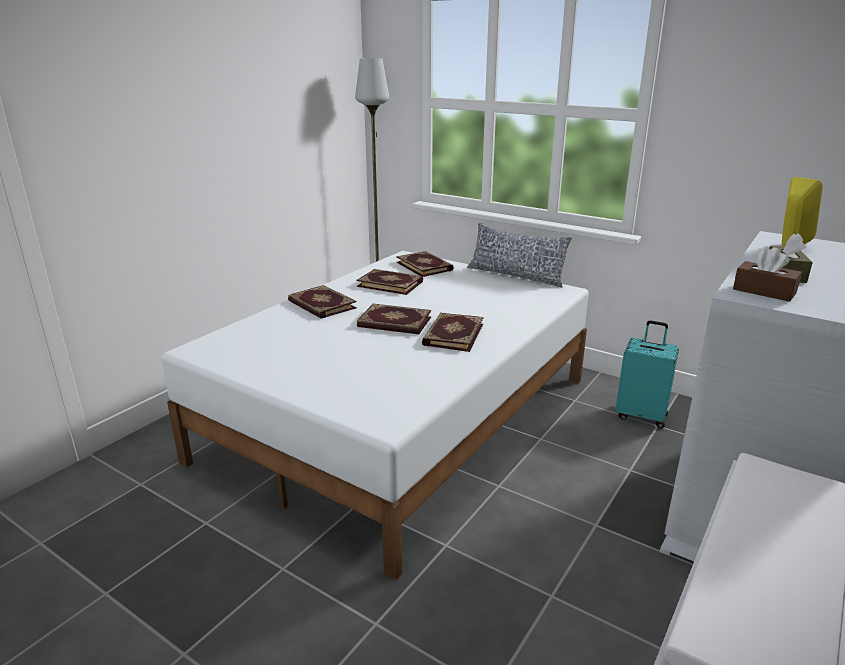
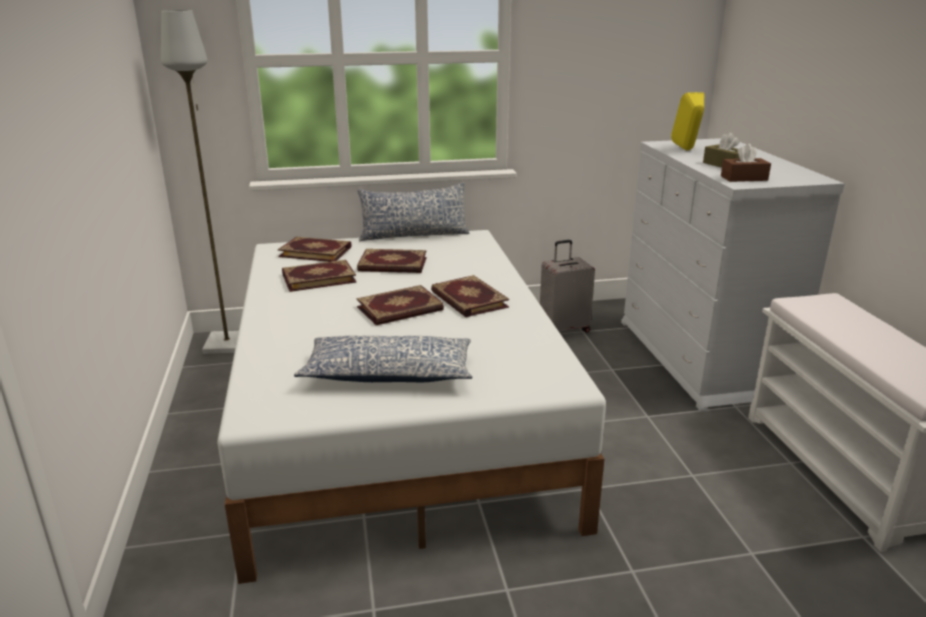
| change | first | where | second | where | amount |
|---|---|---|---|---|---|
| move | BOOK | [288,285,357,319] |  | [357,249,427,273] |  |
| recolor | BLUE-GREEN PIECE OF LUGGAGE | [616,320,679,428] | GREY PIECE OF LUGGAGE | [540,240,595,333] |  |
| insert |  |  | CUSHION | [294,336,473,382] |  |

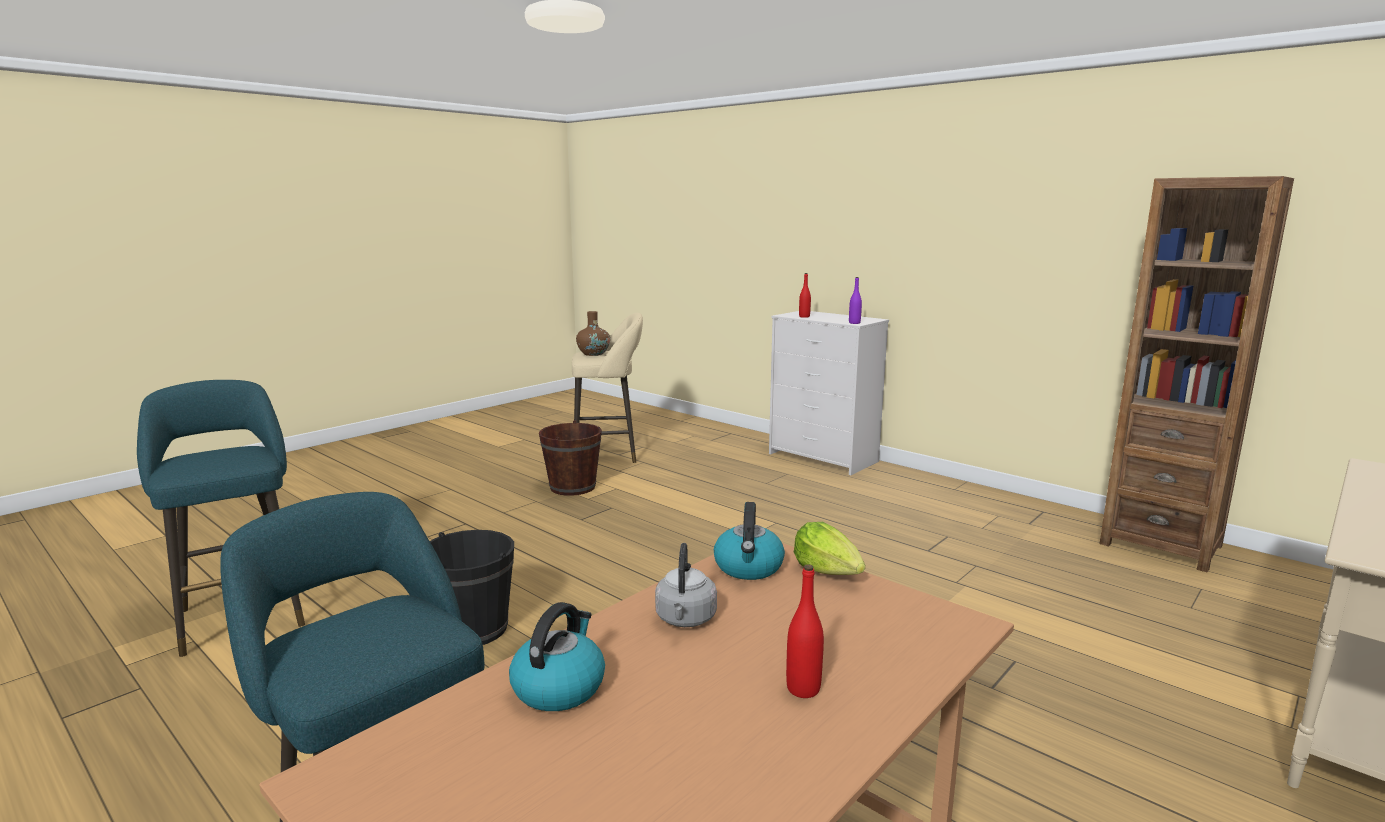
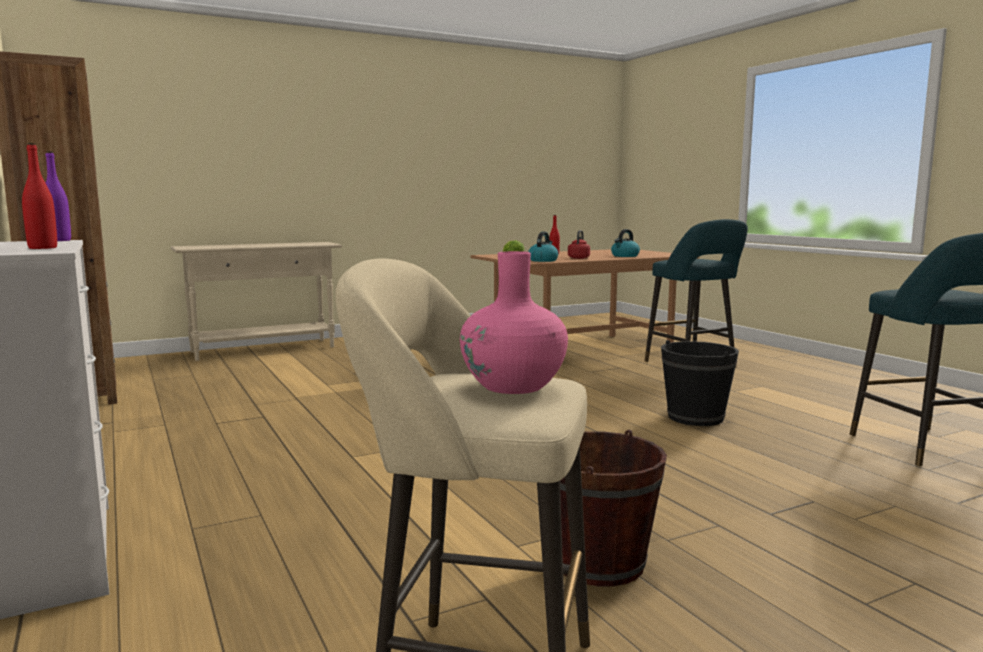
| change | first | where | second | where | amount |
|---|---|---|---|---|---|
| recolor | BROWN VASE | [576,311,610,356] | PINK VASE | [460,251,568,394] |  |
| recolor | GREY WATER KETTLE | [655,543,717,627] | REDDISH WATER KETTLE | [568,230,590,259] |  |

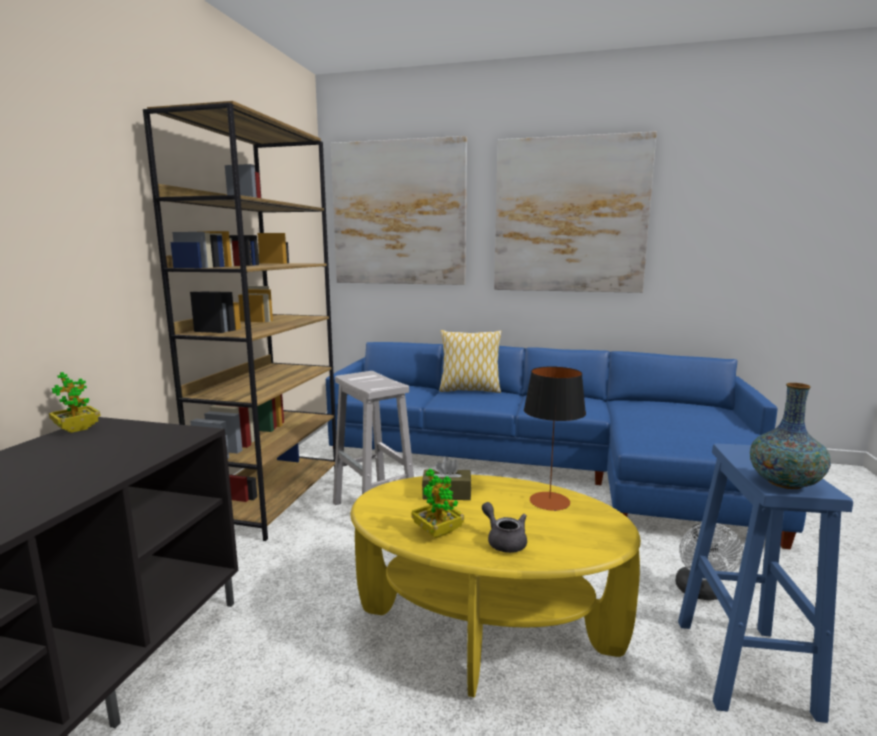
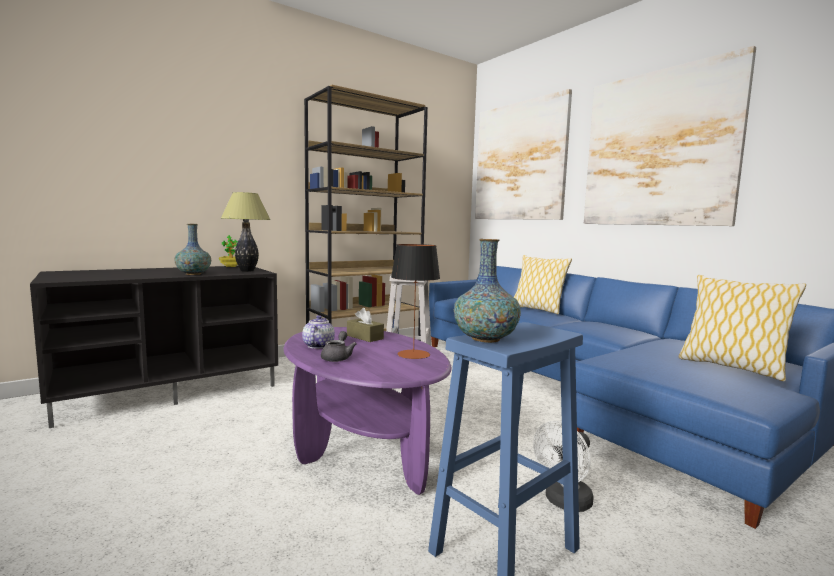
| change | first | where | second | where | amount |
|---|---|---|---|---|---|
| recolor | YELLOW COFFEE TABLE | [351,475,641,698] | PURPLISH COFFEE TABLE | [284,327,451,495] |  |
| replace | HOUSEPLANT | [411,469,464,538] | TEAPOT | [302,315,335,349] |  |
| insert |  |  | VASE | [174,224,211,275] |  |
| insert |  |  | TABLE LAMP | [220,192,271,272] |  |
| insert |  |  | CUSHION | [679,275,806,381] |  |

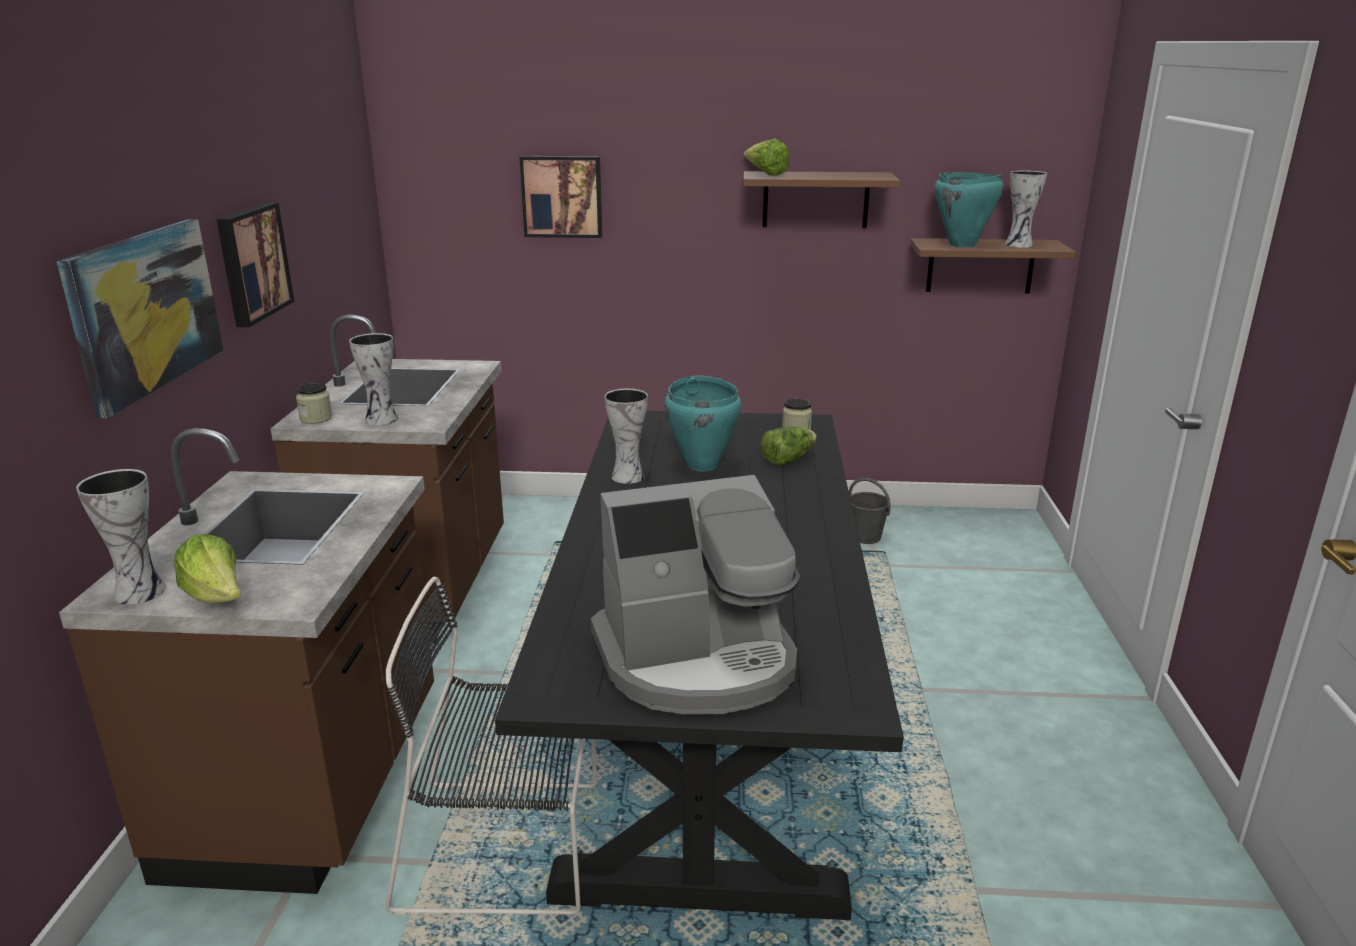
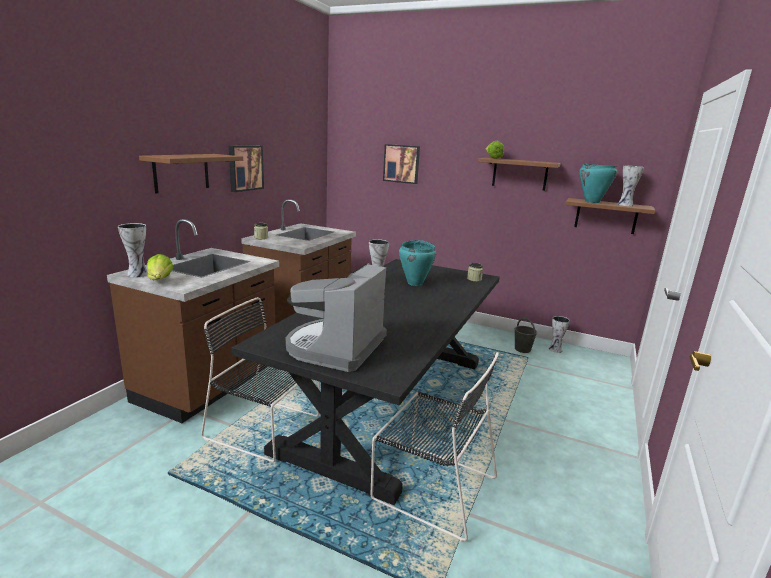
| change | first | where | second | where | amount |
|---|---|---|---|---|---|
| replace | WALL ART | [57,219,224,419] | BROWN BRACKET SHELF | [139,154,243,193] |  |
| move | VASE | [349,333,398,426] |  | [549,316,570,353] |  |
| rotate | COFFEE MAKER | [591,475,800,715] |  | [286,263,387,372] | 105 degrees clockwise |
| delete | LETTUCE | [761,427,817,466] |  |  |  |
| insert |  |  | BLACK UPRIGHT CHAIR | [370,352,499,542] |  |

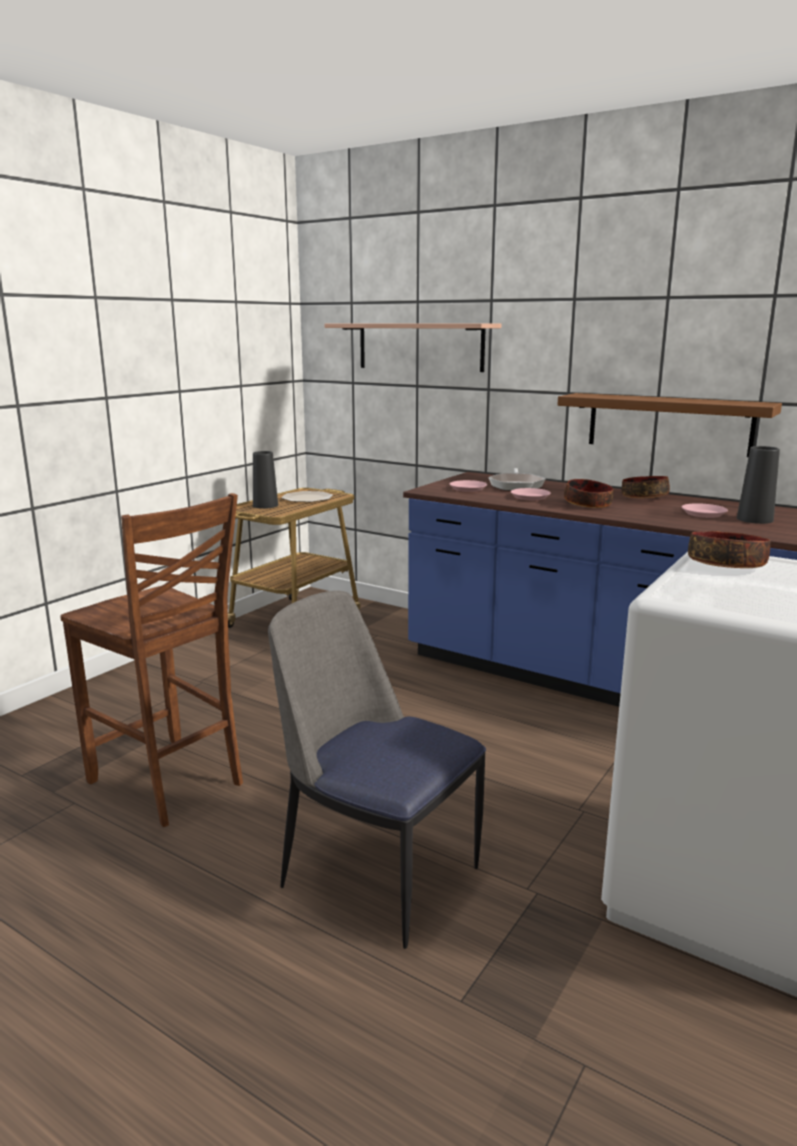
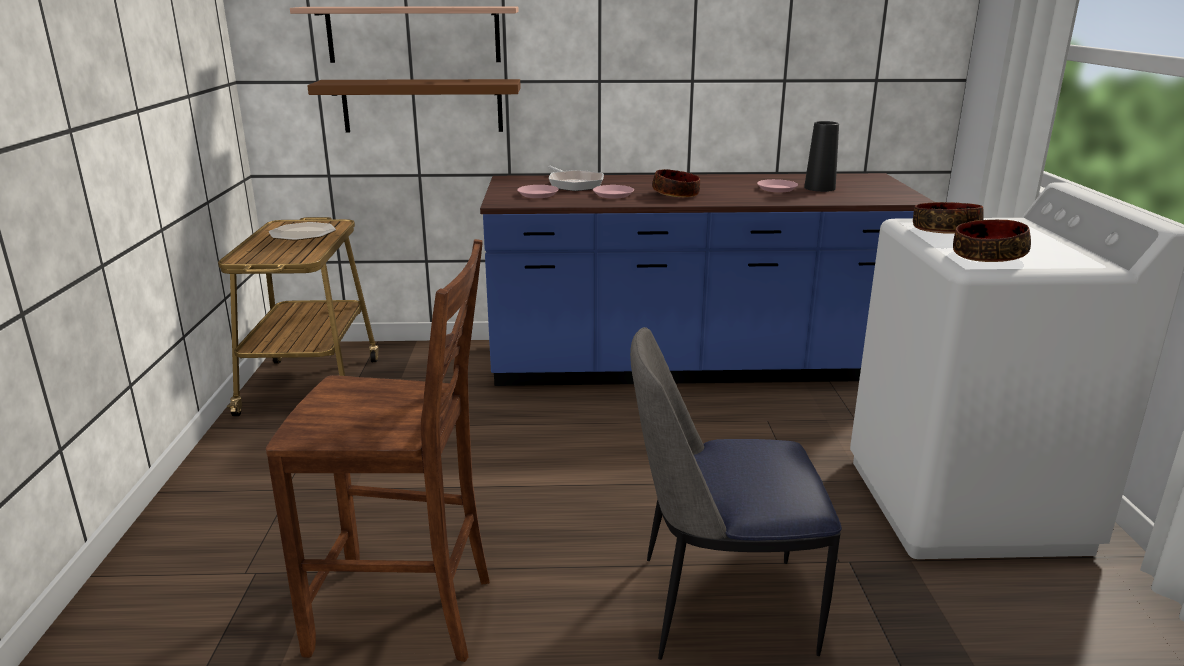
| change | first | where | second | where | amount |
|---|---|---|---|---|---|
| delete | BLACK VASE | [253,451,278,509] |  |  |  |
| move | BROWN BRACKET SHELF | [557,393,782,457] |  | [307,79,521,132] |  |
| move | DEEP DISH | [622,476,670,498] |  | [953,219,1031,262] |  |

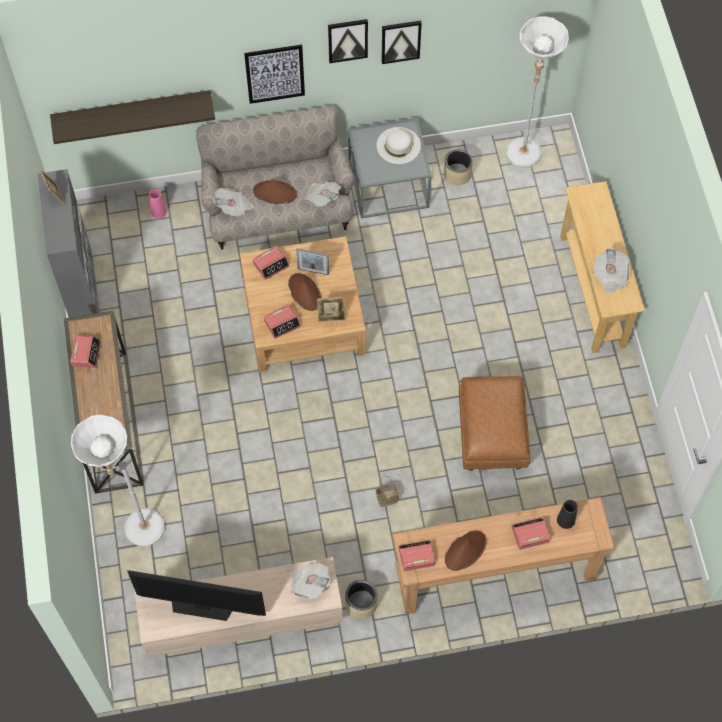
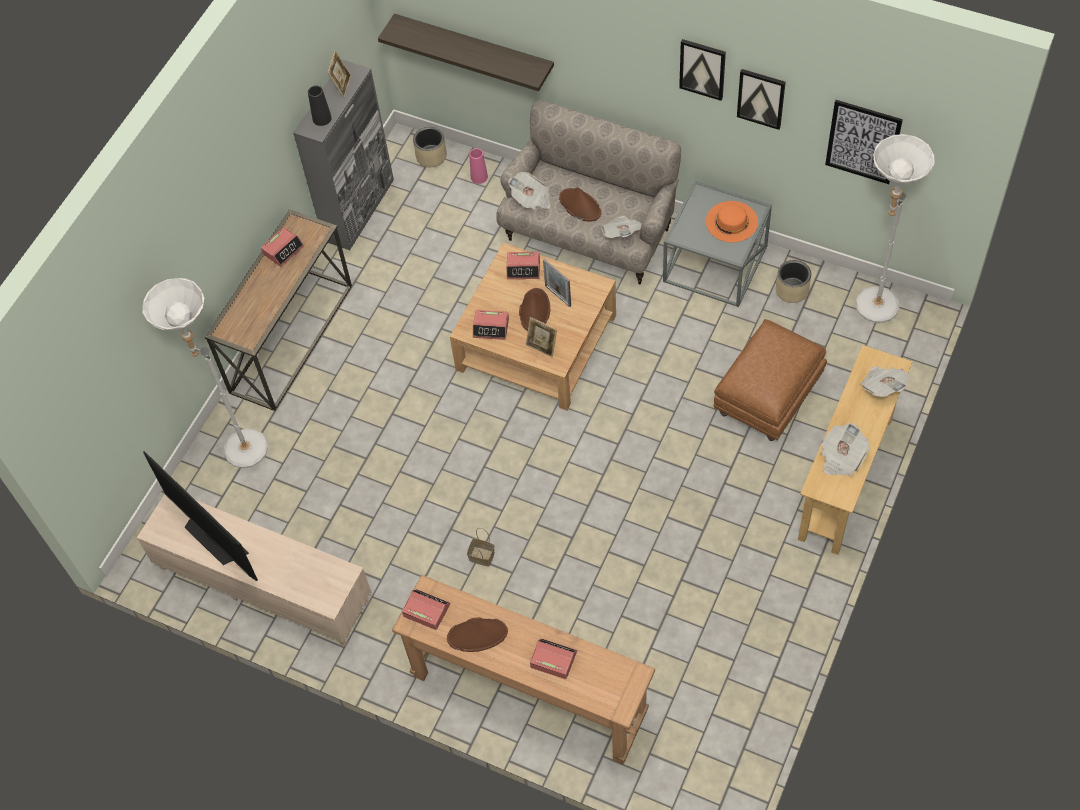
| change | first | where | second | where | amount |
|---|---|---|---|---|---|
| move | WALL ART | [244,45,305,104] |  | [825,100,903,184] |  |
| move | DAILY PAPER | [291,562,330,600] |  | [860,366,911,397] |  |
| move | SAND-COLOURED FLOWER POT | [345,580,378,619] |  | [413,127,447,167] |  |
| recolor | WHITISH HAT | [377,127,421,164] | ORANGE-COLOURED HAT | [706,201,758,242] |  |
| move | BROWN FOOTREST | [459,376,530,471] |  | [713,319,827,441] |  |
| move | BLACK VASE | [557,500,578,529] |  | [308,86,332,126] |  |

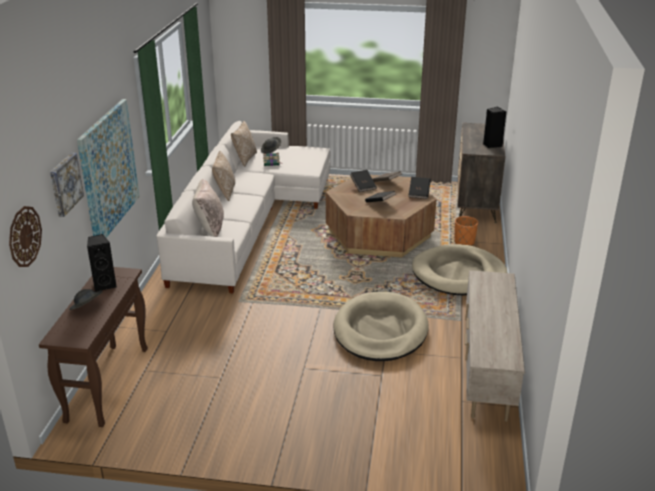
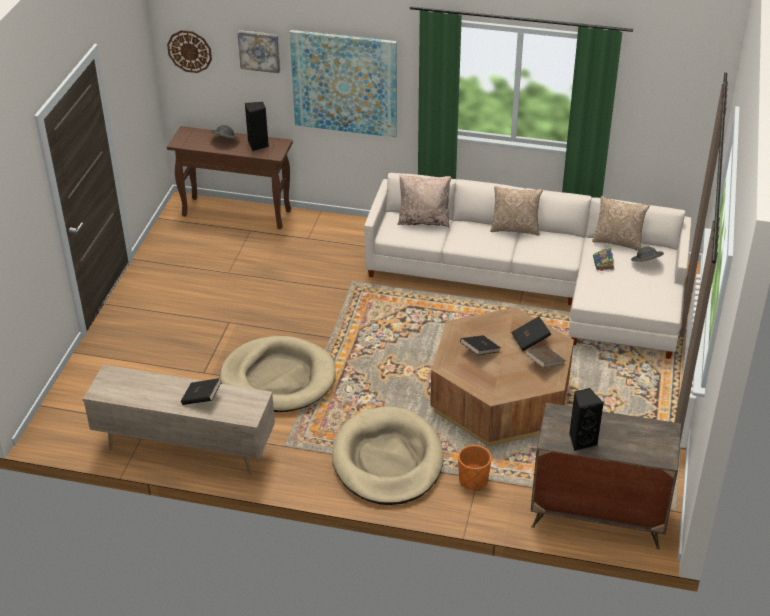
| change | first | where | second | where | amount |
|---|---|---|---|---|---|
| move | BLACK BOOK | [409,177,431,199] |  | [181,378,222,405] |  |

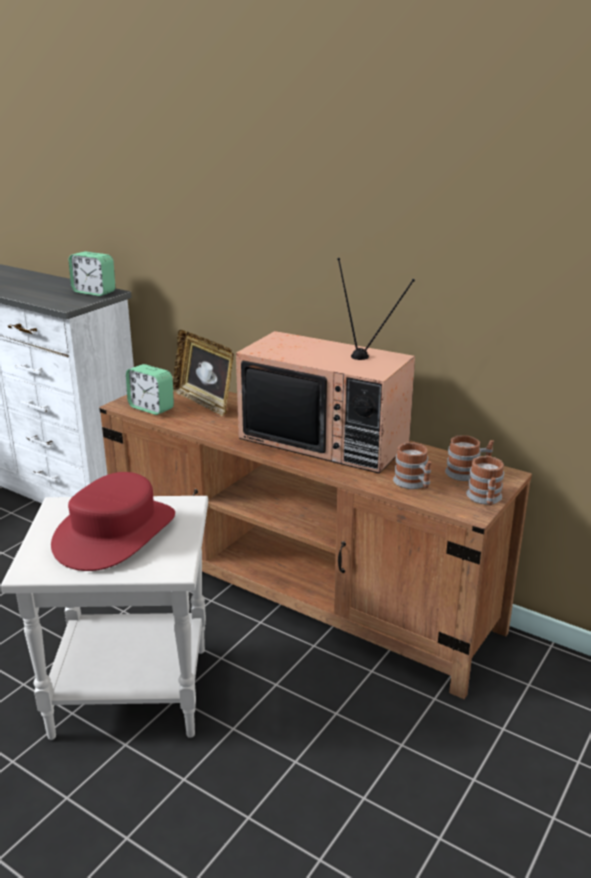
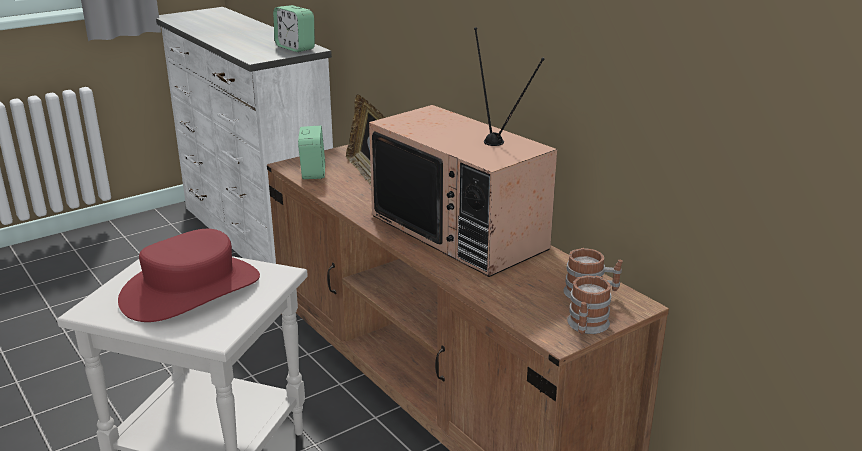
| change | first | where | second | where | amount |
|---|---|---|---|---|---|
| rotate | ALARM CLOCK | [126,364,174,415] |  | [298,126,325,179] | 150 degrees counterclockwise |
| delete | MUG | [393,442,431,489] |  |  |  |

